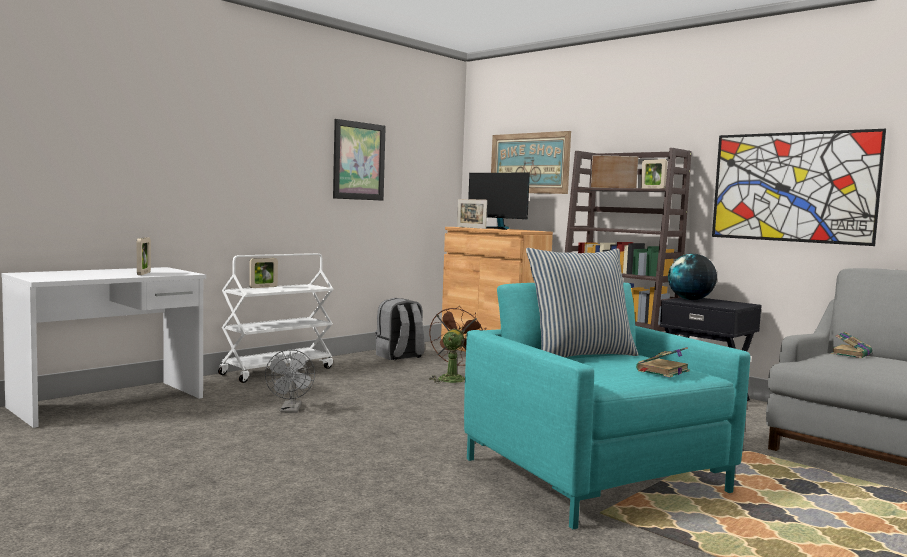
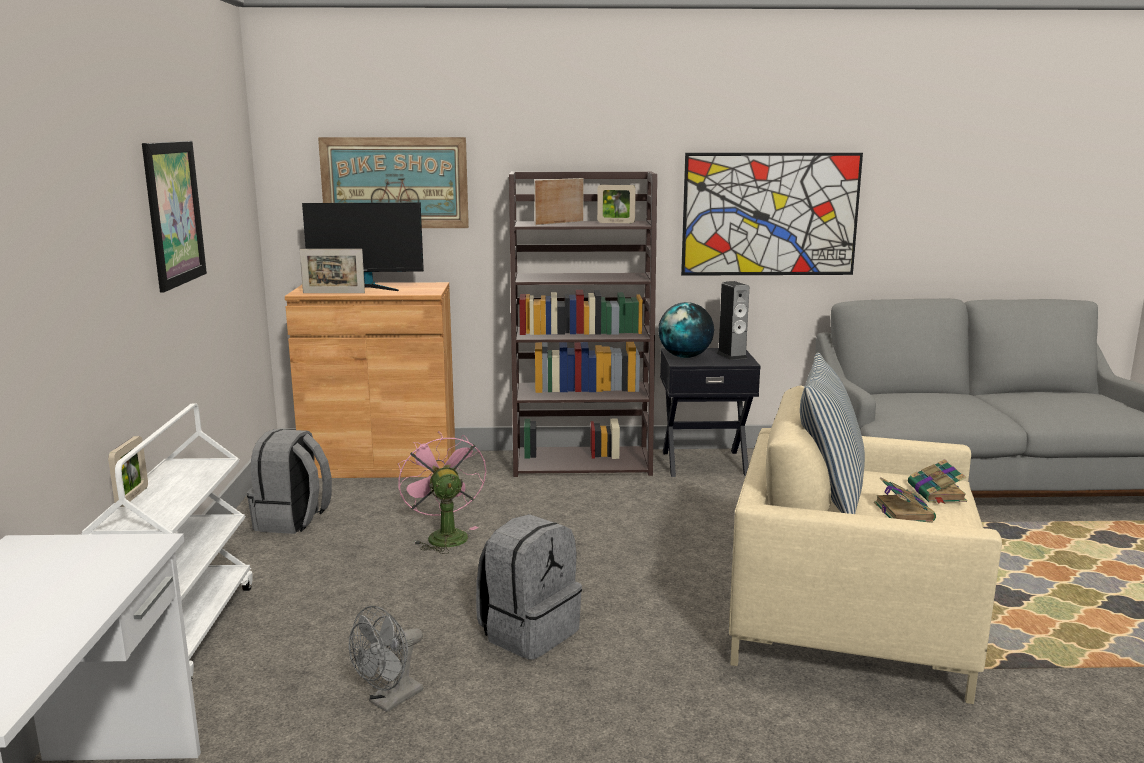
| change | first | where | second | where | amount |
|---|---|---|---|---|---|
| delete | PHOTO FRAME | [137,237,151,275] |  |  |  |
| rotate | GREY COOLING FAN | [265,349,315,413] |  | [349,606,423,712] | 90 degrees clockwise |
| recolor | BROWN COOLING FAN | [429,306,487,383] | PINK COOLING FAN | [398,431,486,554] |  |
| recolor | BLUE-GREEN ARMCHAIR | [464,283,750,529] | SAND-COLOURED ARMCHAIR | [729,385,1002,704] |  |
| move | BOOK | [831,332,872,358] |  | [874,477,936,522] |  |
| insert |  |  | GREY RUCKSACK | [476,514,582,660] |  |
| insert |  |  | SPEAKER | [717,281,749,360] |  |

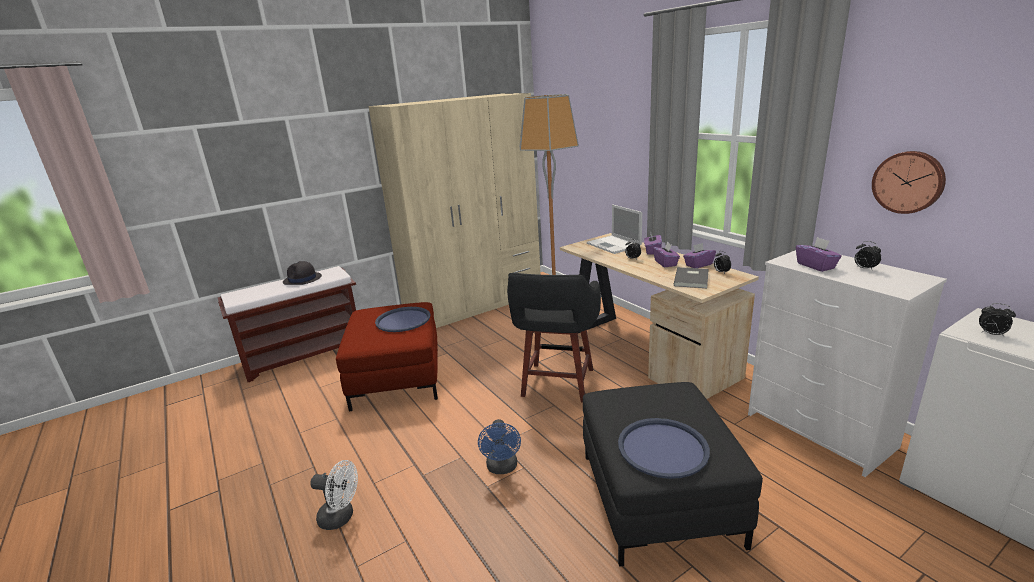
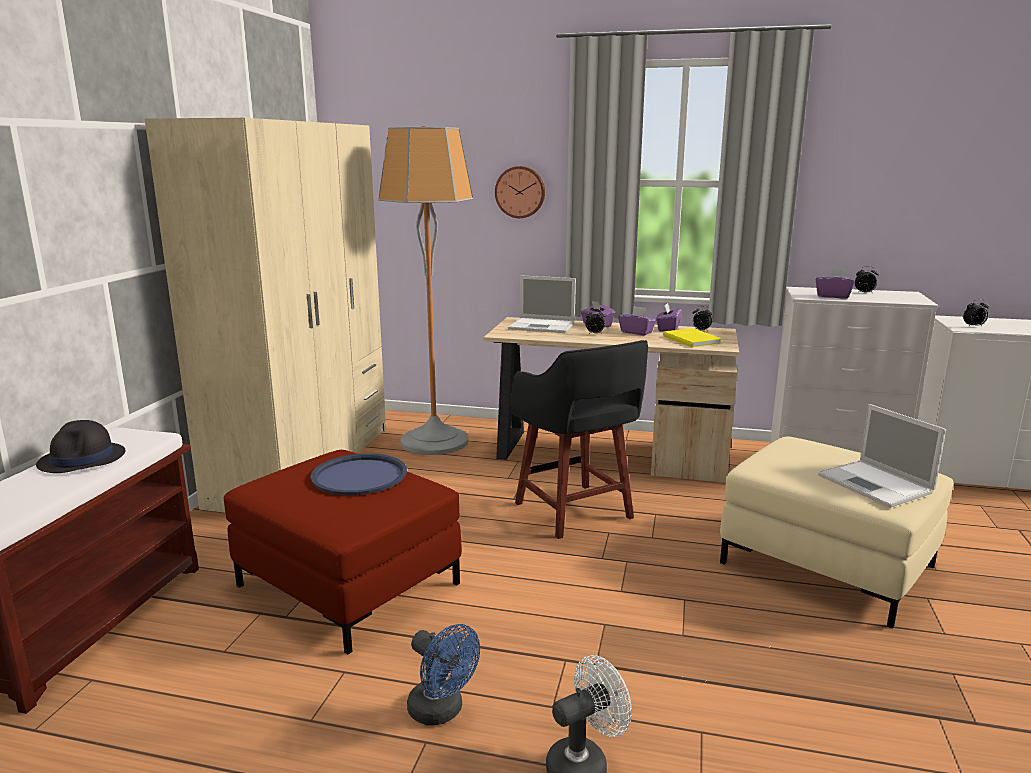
| change | first | where | second | where | amount |
|---|---|---|---|---|---|
| move | BLUE-COLOURED COOLING FAN | [478,419,521,474] |  | [407,624,480,726] |  |
| recolor | BLACK FOOTREST | [583,382,763,566] | SAND-COLOURED FOOTREST | [720,436,953,628] |  |
| replace | BLUE-COLOURED SERVING TRAY | [618,418,710,479] | LAPTOP | [818,404,946,508] |  |
| recolor | GREY BOOK | [674,267,709,288] | YELLOW BOOK | [663,328,722,348] |  |
| move | WALL CLOCK | [872,151,946,214] |  | [495,166,545,218] |  |

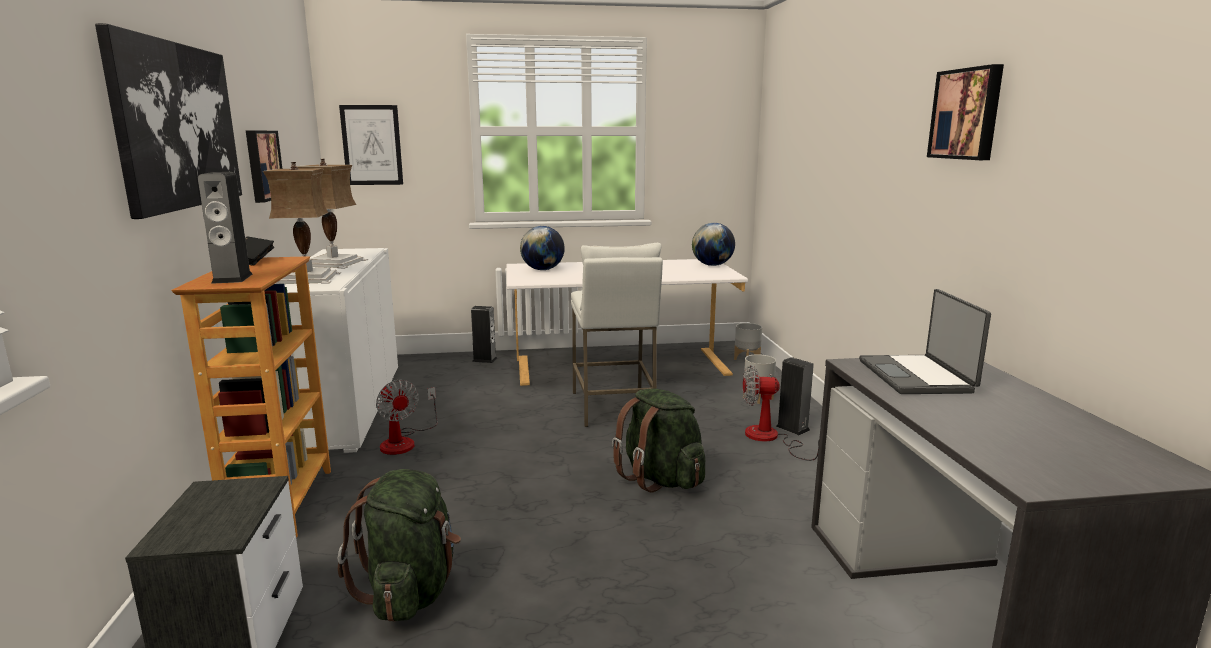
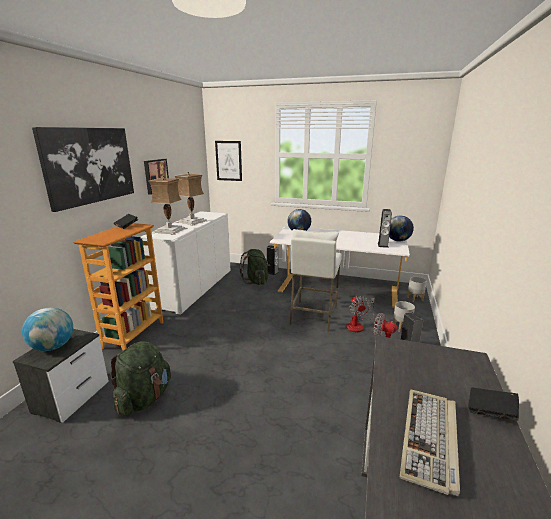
| change | first | where | second | where | amount |
|---|---|---|---|---|---|
| move | SPEAKER | [198,172,252,284] |  | [378,209,392,248] |  |
| move | COOLING FAN | [376,380,437,455] |  | [346,296,375,332] |  |
| move | GREEN RUCKSACK | [612,389,705,493] |  | [239,249,271,285] |  |
| delete | LAPTOP | [859,289,991,394] |  |  |  |
| delete | WALL ART | [927,64,1004,160] |  |  |  |
| insert |  |  | DESK GLOBE | [22,308,73,351] |  |
| insert |  |  | COMPUTER KEYBOARD | [400,389,460,496] |  |
| insert |  |  | BLACK BOOK | [468,388,519,421] |  |

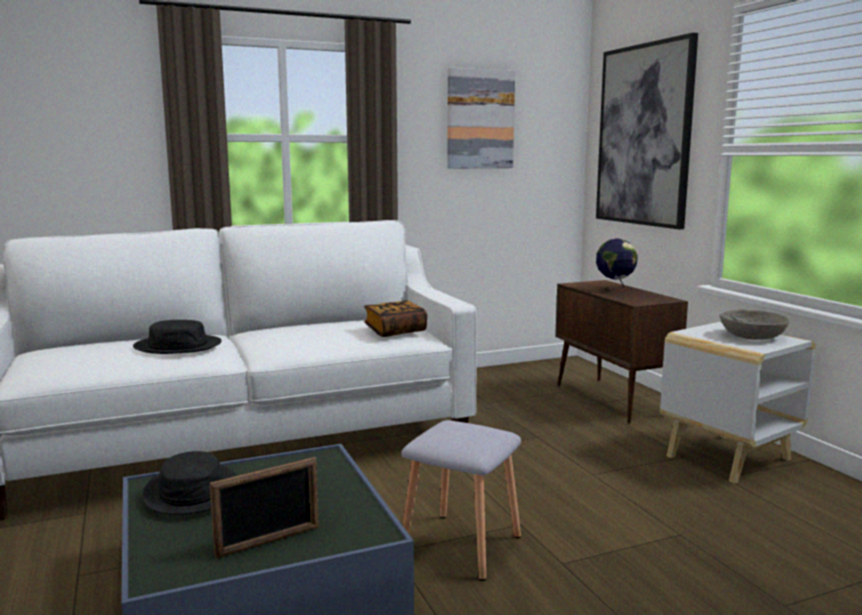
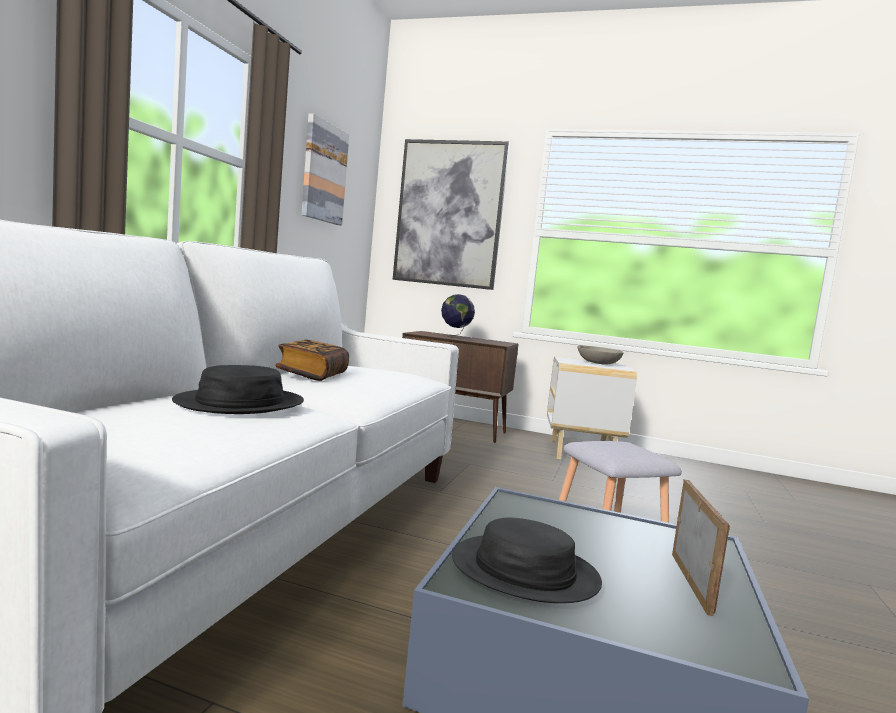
| change | first | where | second | where | amount |
|---|---|---|---|---|---|
| move | BOOK | [364,301,427,337] |  | [275,340,349,381] |  |

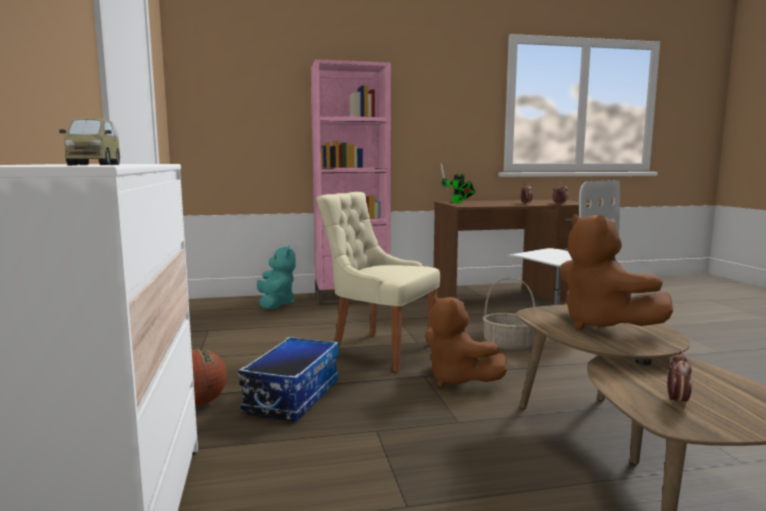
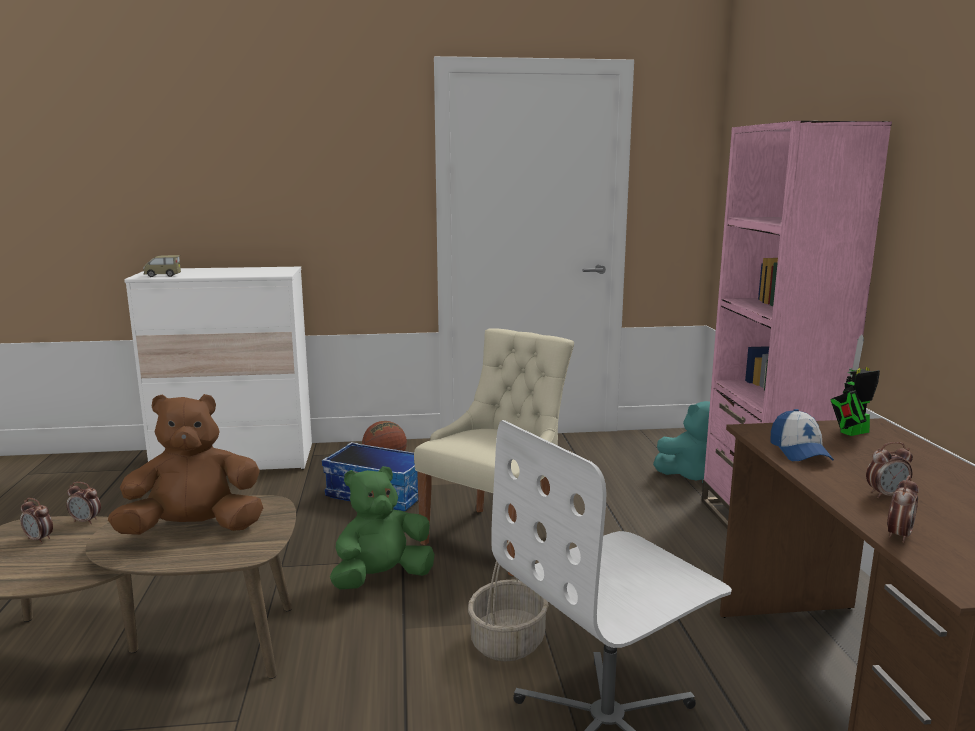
| change | first | where | second | where | amount |
|---|---|---|---|---|---|
| recolor | BROWN PLUSH TOY | [425,295,507,387] | GREEN PLUSH TOY | [330,466,435,589] |  |
| insert |  |  | ALARM CLOCK | [66,482,101,524] |  |
| insert |  |  | CAP | [770,409,834,461] |  |

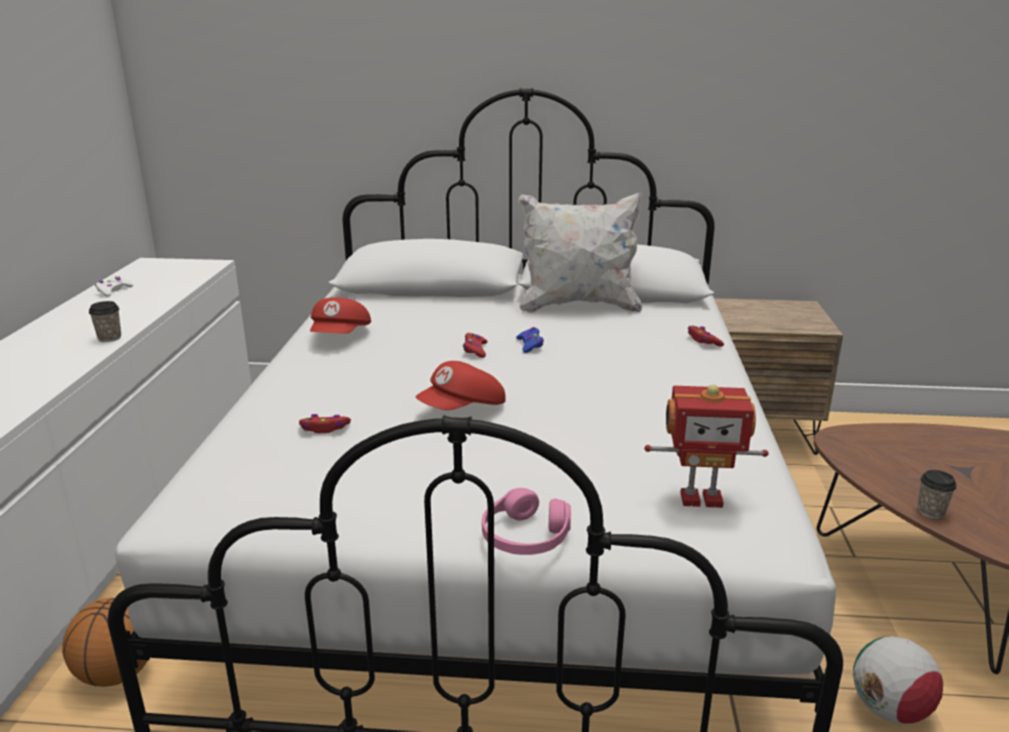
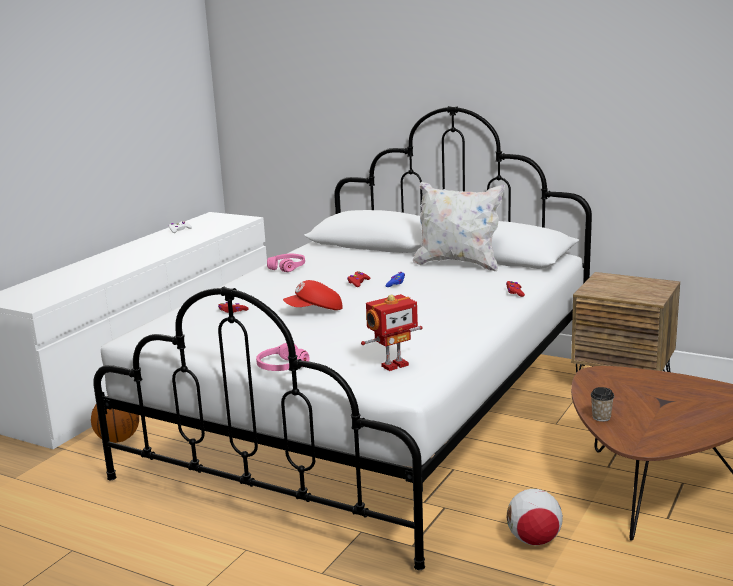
| change | first | where | second | where | amount |
|---|---|---|---|---|---|
| delete | DRINKING CUP | [89,301,121,342] |  |  |  |
| replace | REDDISH CAP | [310,297,371,334] | PINK HEADSET | [267,254,305,272] |  |
| rotate | TOY ROBOT | [644,385,769,508] |  | [361,294,423,371] | 60 degrees counterclockwise |

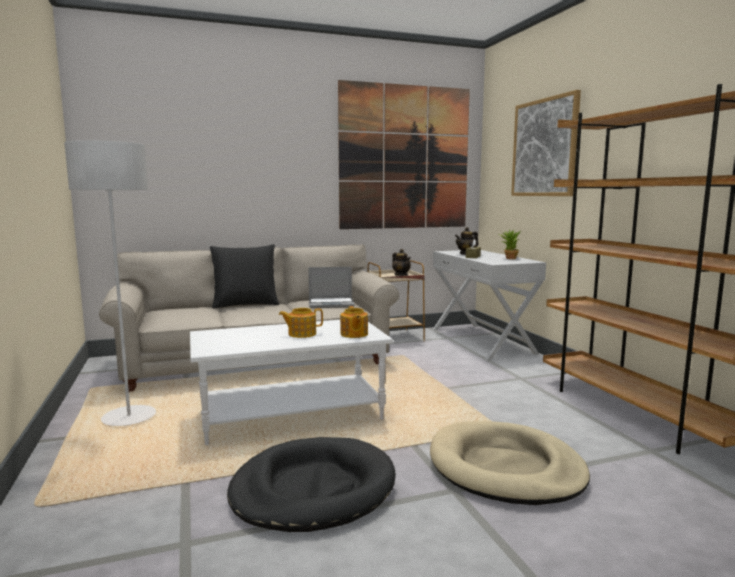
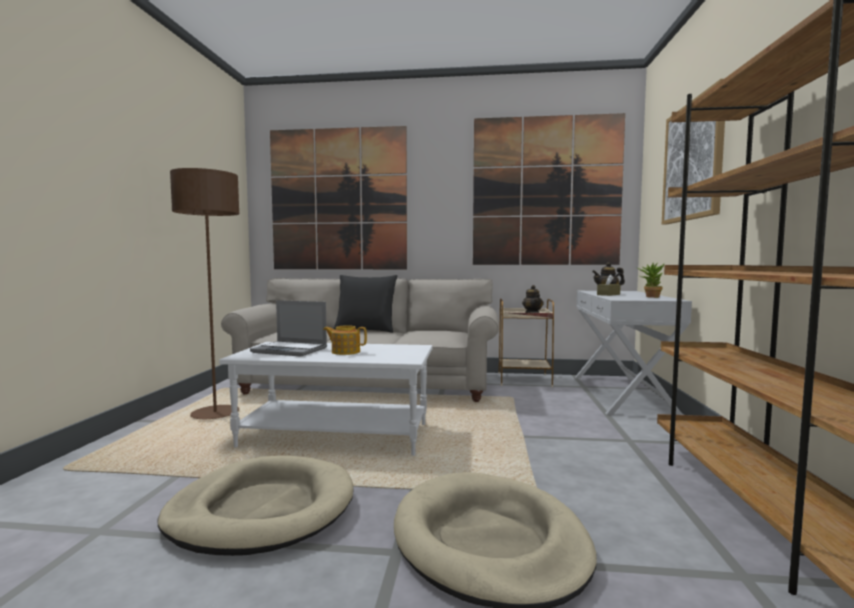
| change | first | where | second | where | amount |
|---|---|---|---|---|---|
| recolor | GREY FLOOR LAMP | [64,140,156,426] | BROWN FLOOR LAMP | [170,168,239,419] |  |
| recolor | BLACK PET BED | [227,437,396,532] | SAND-COLOURED PET BED | [157,455,354,556] |  |
| move | LAPTOP | [308,267,355,308] |  | [250,300,327,357] |  |
| delete | TEAPOT | [340,306,368,338] |  |  |  |
| insert |  |  | WALL ART | [270,126,407,269] |  |

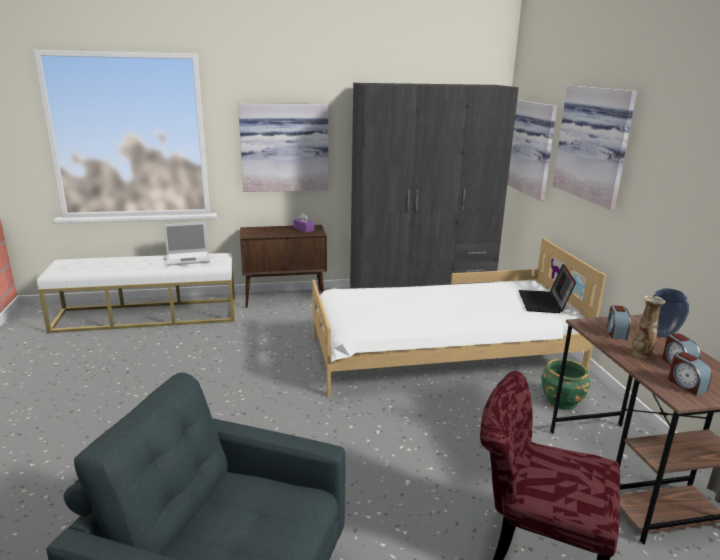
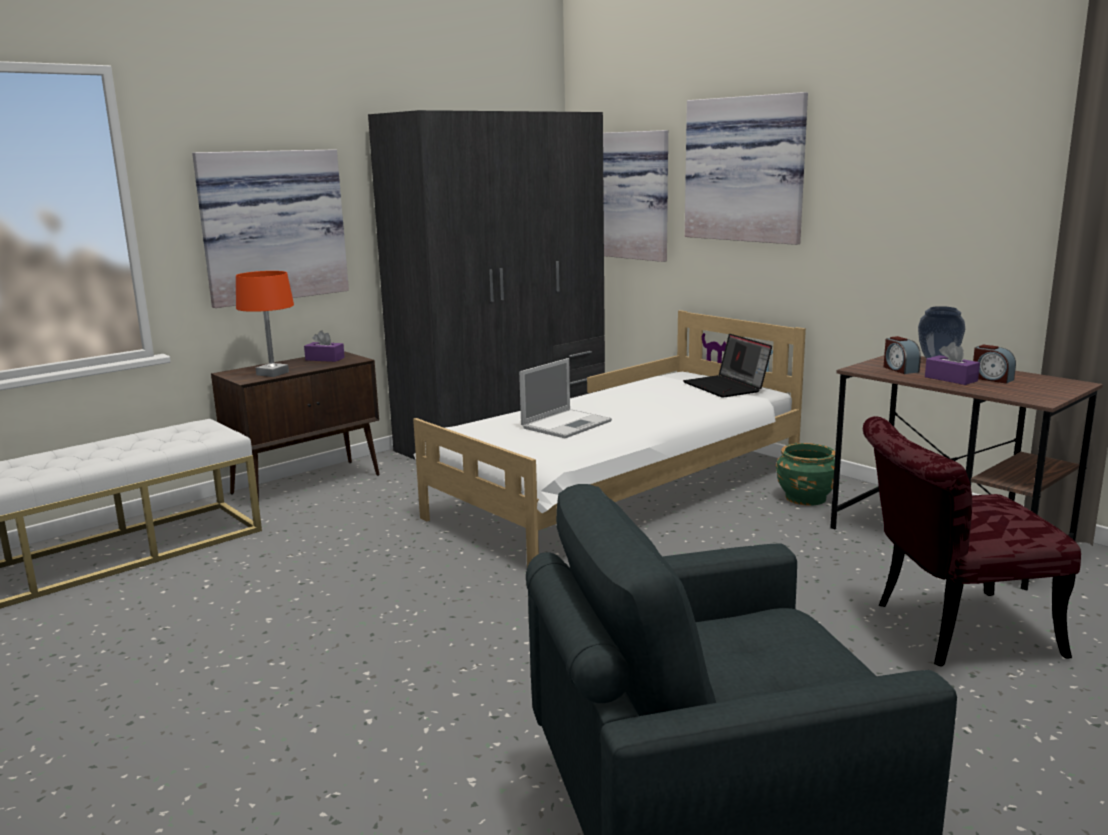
| change | first | where | second | where | amount |
|---|---|---|---|---|---|
| move | LAPTOP | [164,222,210,266] |  | [519,358,612,438] |  |
| replace | VASE | [631,296,666,358] | PURPLISH TISSUE HOLDER | [925,342,980,385] |  |
| delete | ALARM CLOCK | [668,352,712,395] |  |  |  |
| insert |  |  | ORANGE-COLOURED TABLE LAMP | [236,271,294,377] |  |

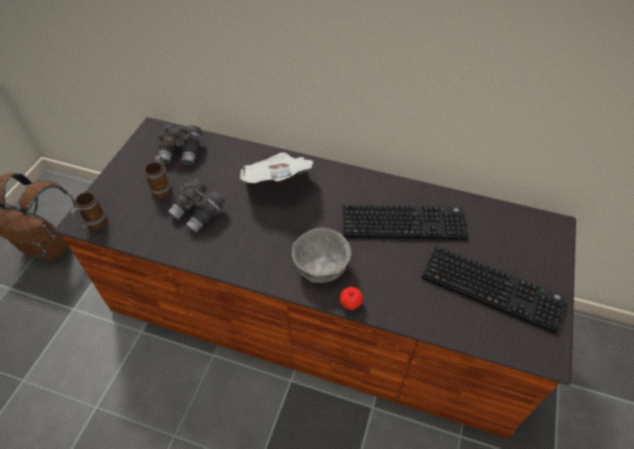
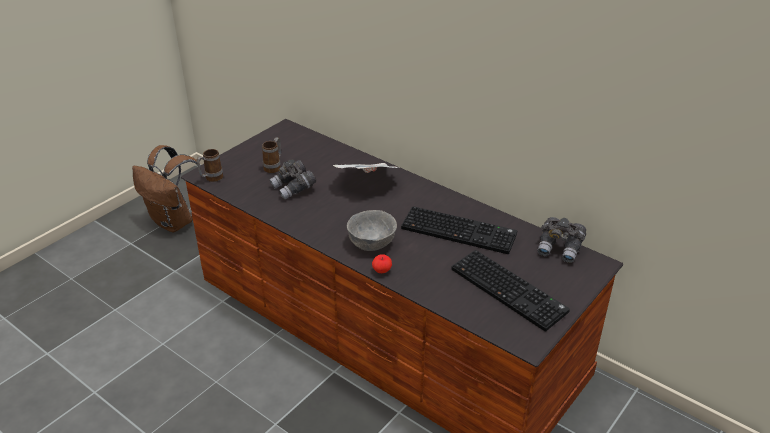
| change | first | where | second | where | amount |
|---|---|---|---|---|---|
| move | GREY PAIR OF BINOCULARS | [157,124,202,165] |  | [537,217,586,263] |  |

